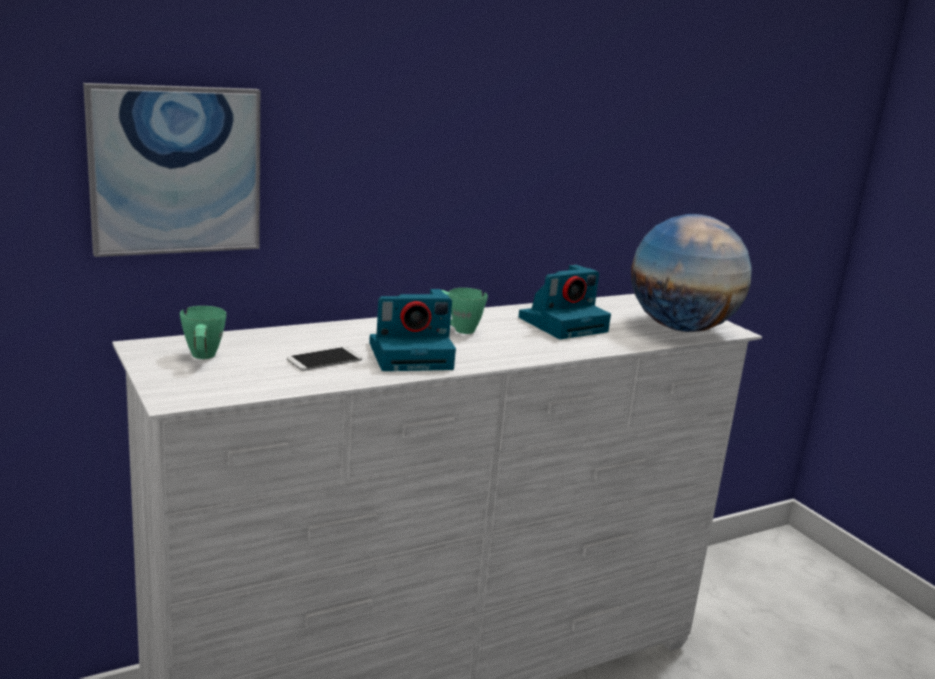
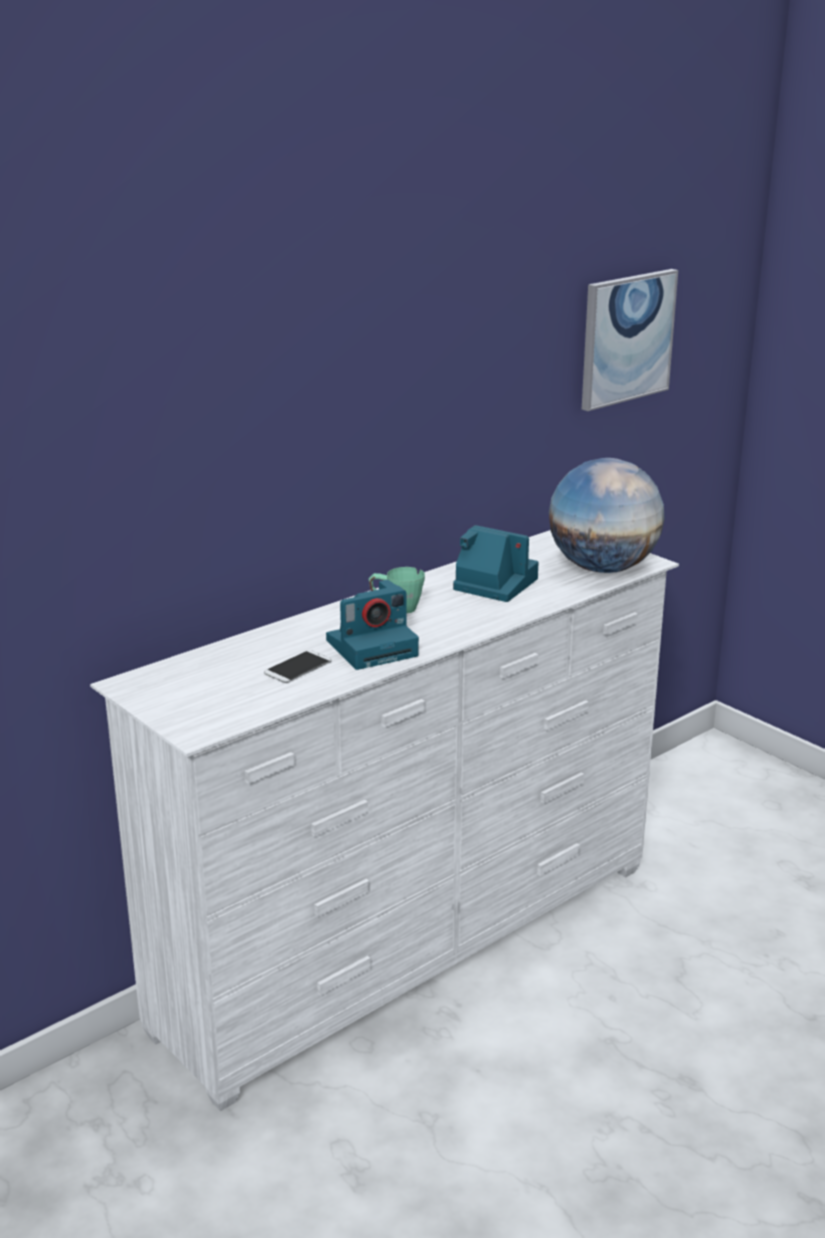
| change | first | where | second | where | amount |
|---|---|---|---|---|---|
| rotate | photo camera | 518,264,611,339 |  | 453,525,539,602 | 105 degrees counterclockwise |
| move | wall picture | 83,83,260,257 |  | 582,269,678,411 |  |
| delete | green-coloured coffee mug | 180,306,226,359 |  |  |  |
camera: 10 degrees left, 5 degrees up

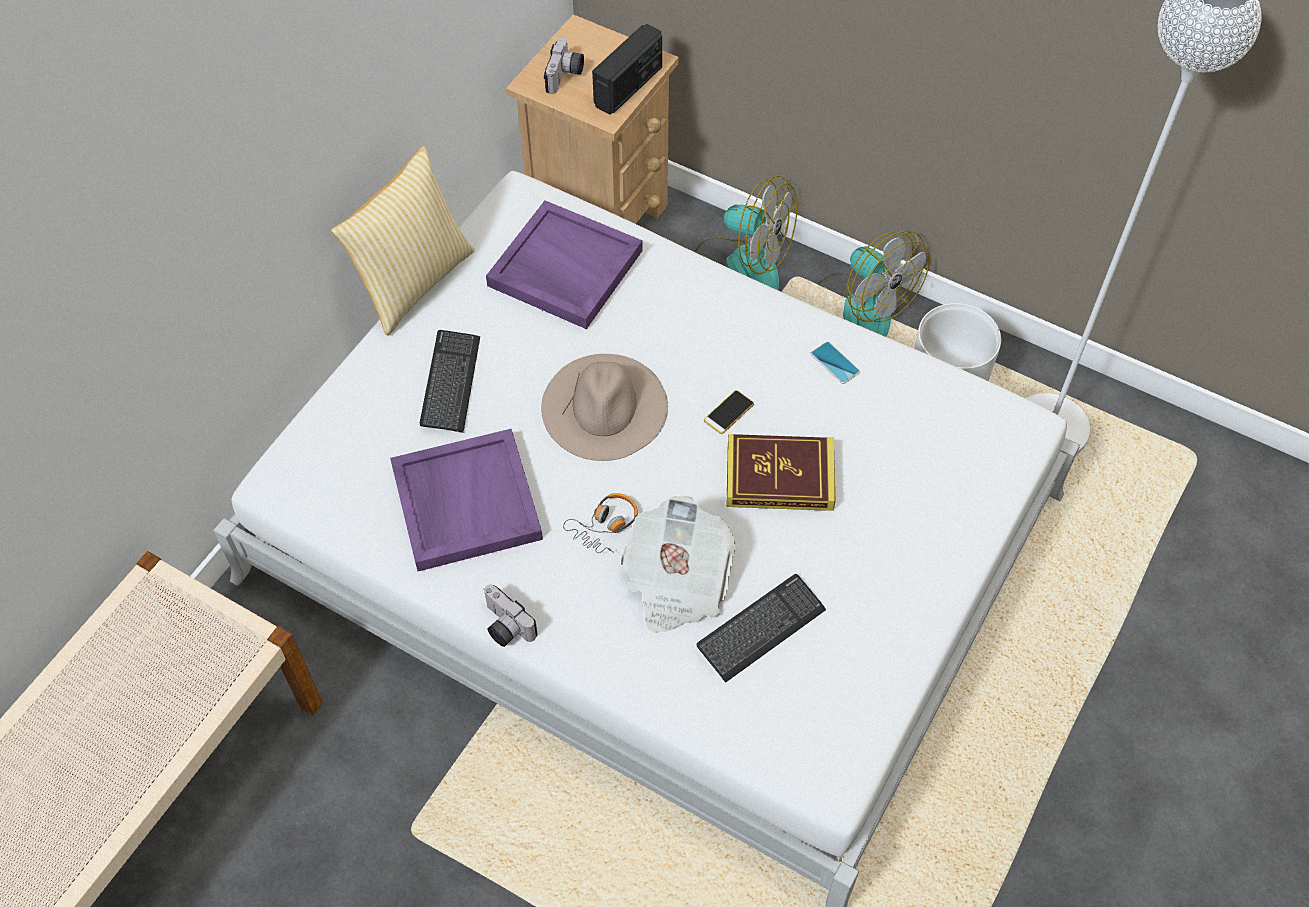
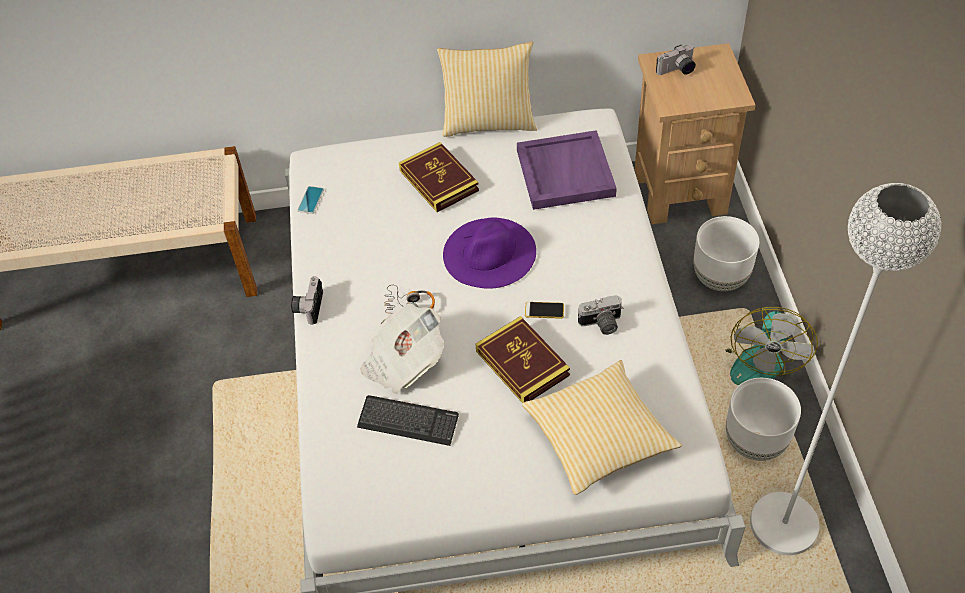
| change | first | where | second | where | amount |
|---|---|---|---|---|---|
| move | telephone | 811,342,860,384 |  | 297,186,324,214 |  |
| replace | computer keyboard | 420,330,480,433 | volume | 399,142,479,212 |  |
| recolor | sand-coloured wearable hat | 541,354,668,461 | purple-coloured wearable hat | 443,218,536,289 |  |
| insert |  |  | throw pillow | 522,360,682,495 |  |
| insert |  |  | photo camera | 578,295,623,335 |  |
| replace | fan | 694,175,797,290 | white plant pot | 694,216,759,291 |  |
| delete | purple-coloured tray | 390,429,543,571 |  |  |  |
| delete | radio receiver | 592,24,662,115 |  |  |  |
camera: 55 degrees right, 5 degrees down

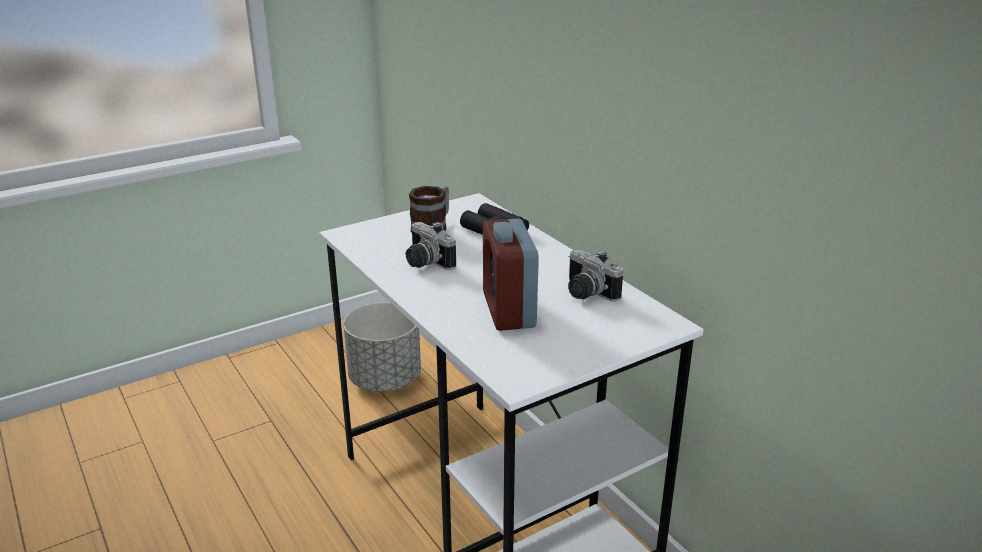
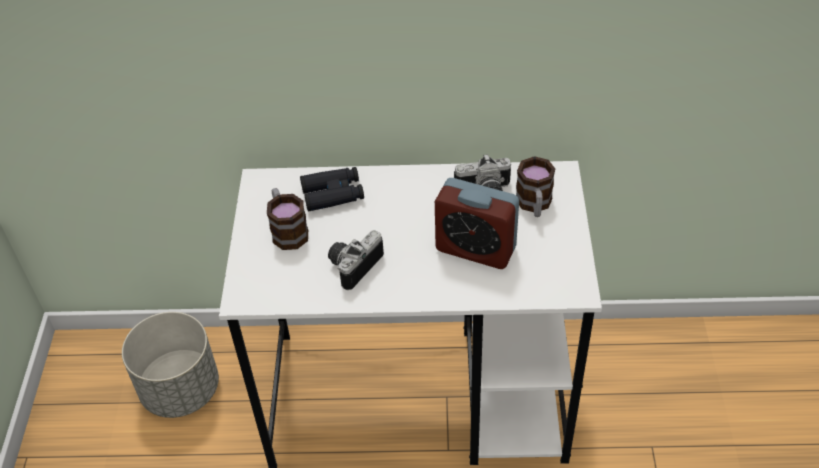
| change | first | where | second | where | amount |
|---|---|---|---|---|---|
| rotate | photo camera | 406,222,456,270 |  | 328,230,384,290 | 135 degrees clockwise |
| insert |  |  | coffee mug | 516,156,555,217 |  |
camera: 55 degrees left, 20 degrees up

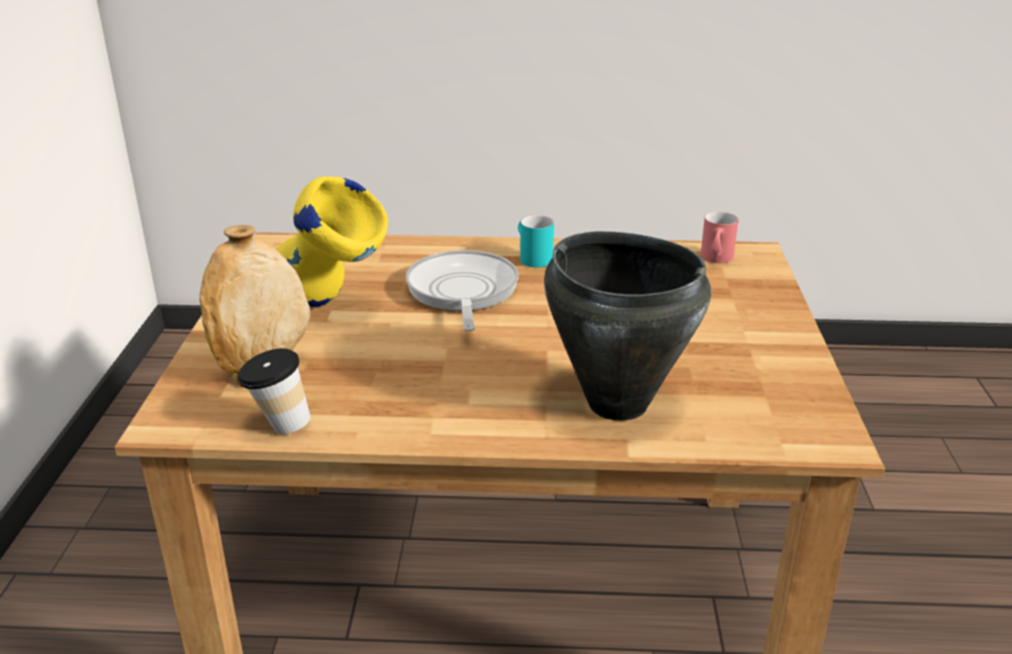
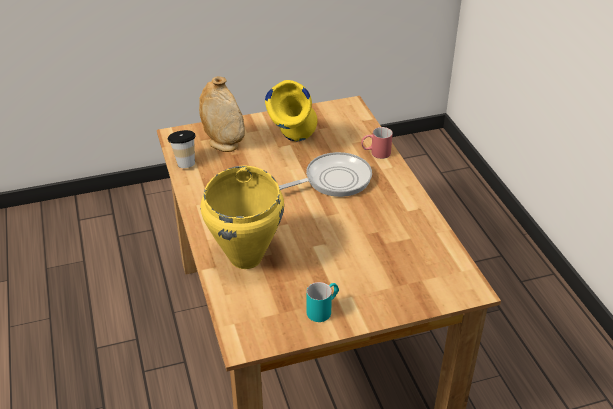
| change | first | where | second | where | amount |
|---|---|---|---|---|---|
| recolor | blackish saucepot | 544,231,711,421 | yellowish saucepot | 201,166,284,269 |  |
| move | turquoise-coloured coffee mug | 518,215,554,268 |  | 307,282,339,322 |  |
| move | red coffee mug | 701,212,739,263 |  | 361,127,393,159 |  |
camera: 70 degrees right, 10 degrees up

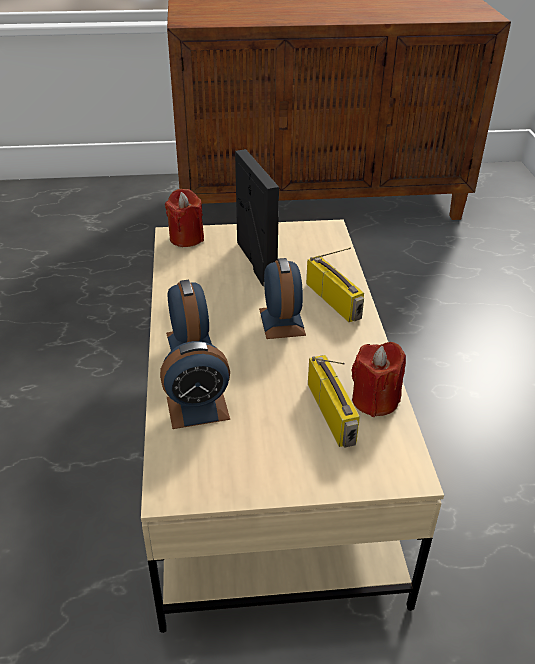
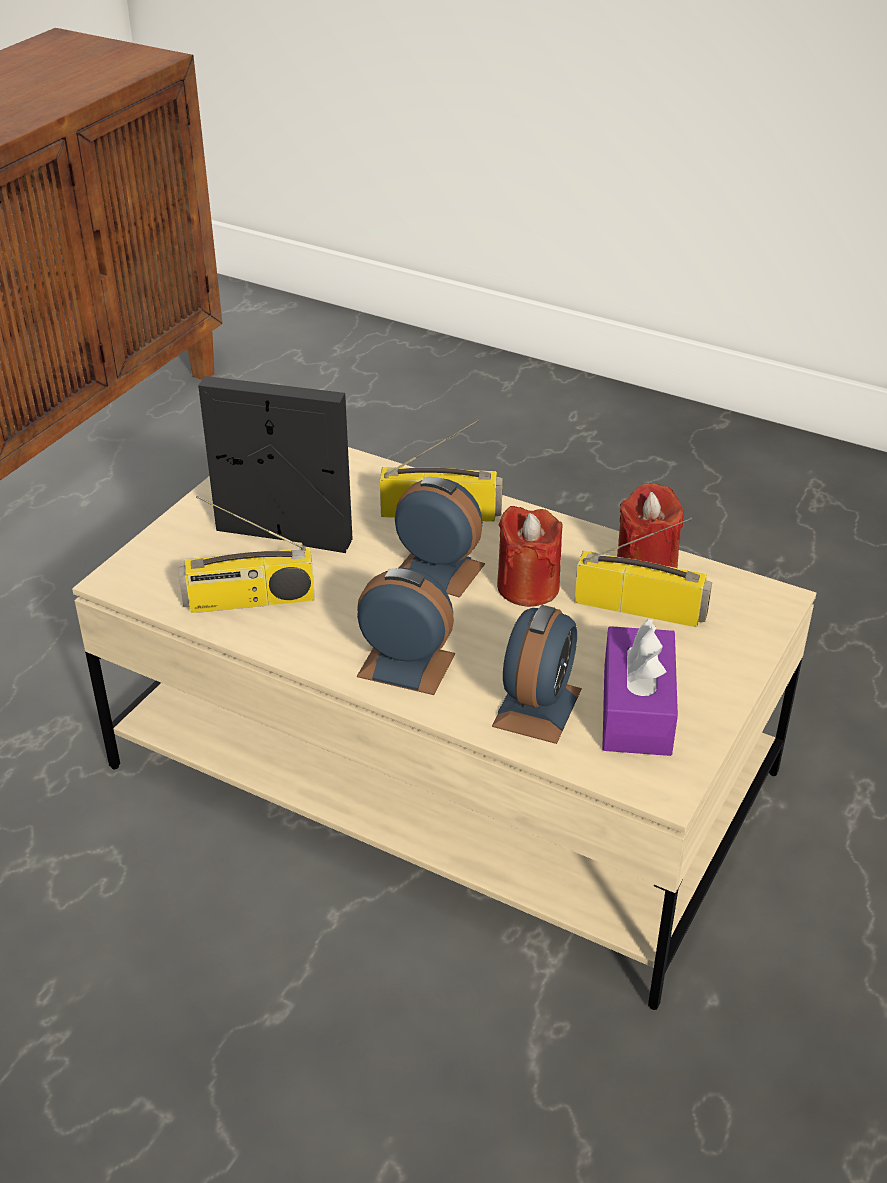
| change | first | where | second | where | amount |
|---|---|---|---|---|---|
| insert |  |  | radio receiver | 179,496,315,613 |  |
| move | red wax candle | 165,189,204,247 |  | 497,506,563,607 |  |
| insert |  |  | purple-coloured tissue box | 602,619,678,756 |  |
camera: 55 degrees left, 0 degrees up

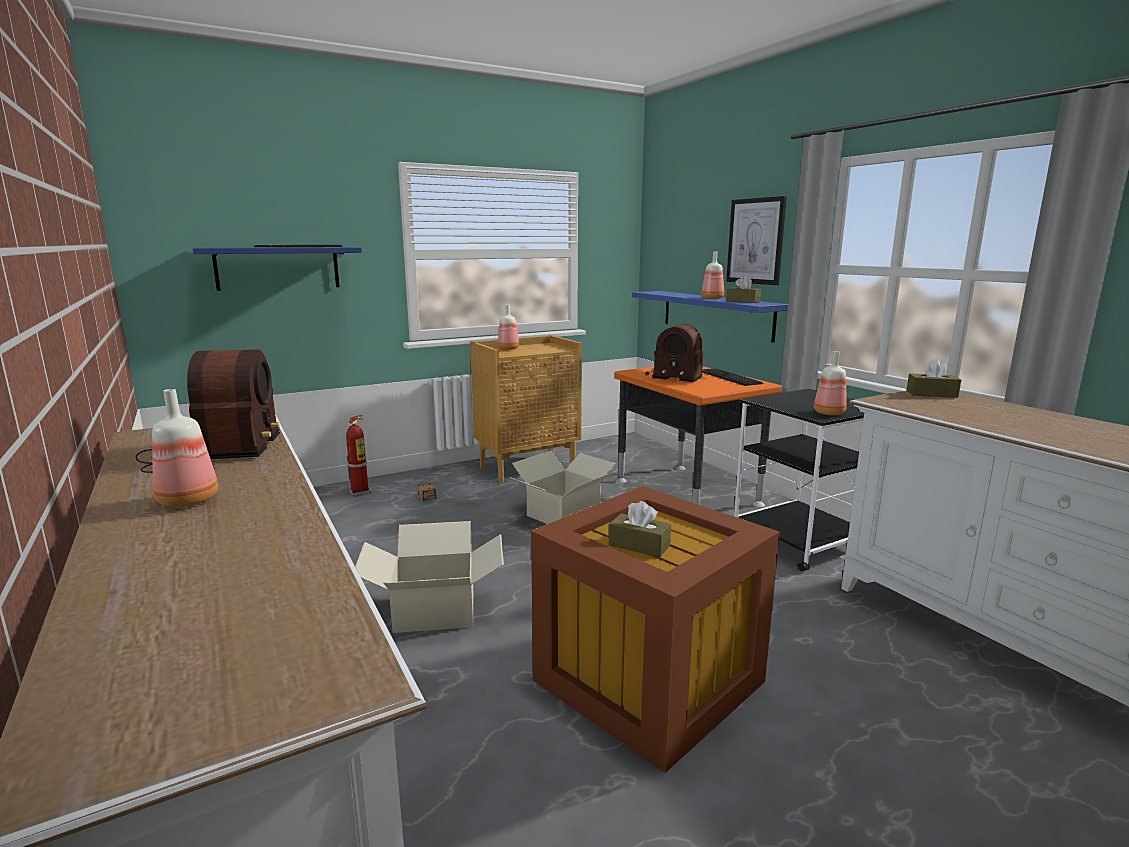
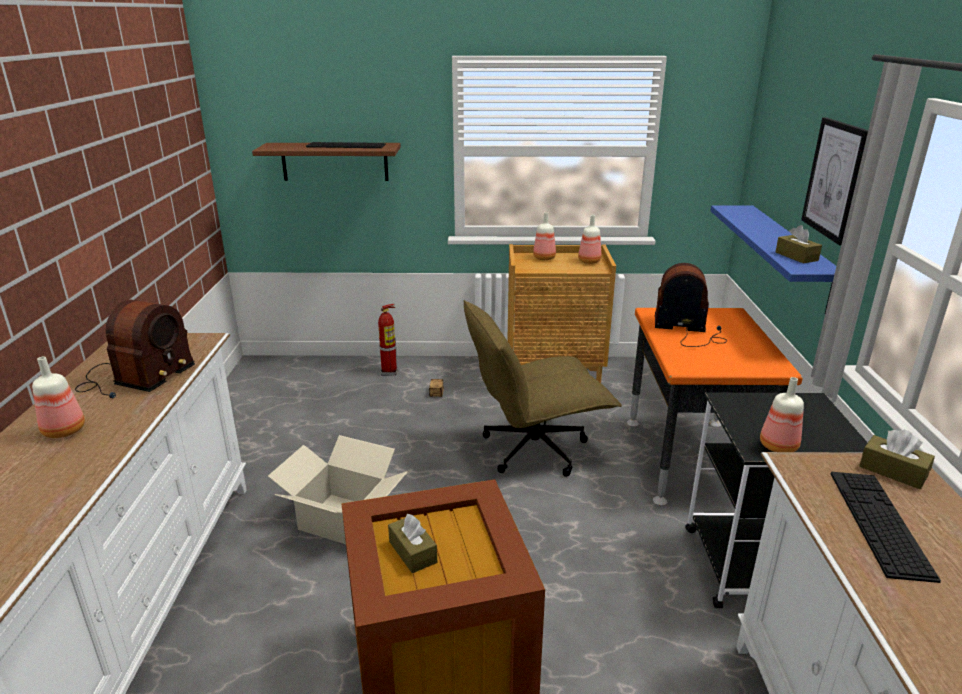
| change | first | where | second | where | amount |
|---|---|---|---|---|---|
| recolor | blue shelf | 192,247,362,291 | brown-coloured shelf | 252,143,401,181 |  |
| replace | cardboard box | 509,451,617,524 | sand-coloured computer chair | 463,300,622,477 |  |
| move | beverage bottle | 701,252,724,299 |  | 578,215,601,264 |  |
| rotate | radio receiver | 645,324,704,382 |  | 655,263,727,347 | 135 degrees clockwise |
| move | computer keyboard | 702,368,763,386 |  | 831,472,941,583 |  |
camera: 30 degrees right, 10 degrees up

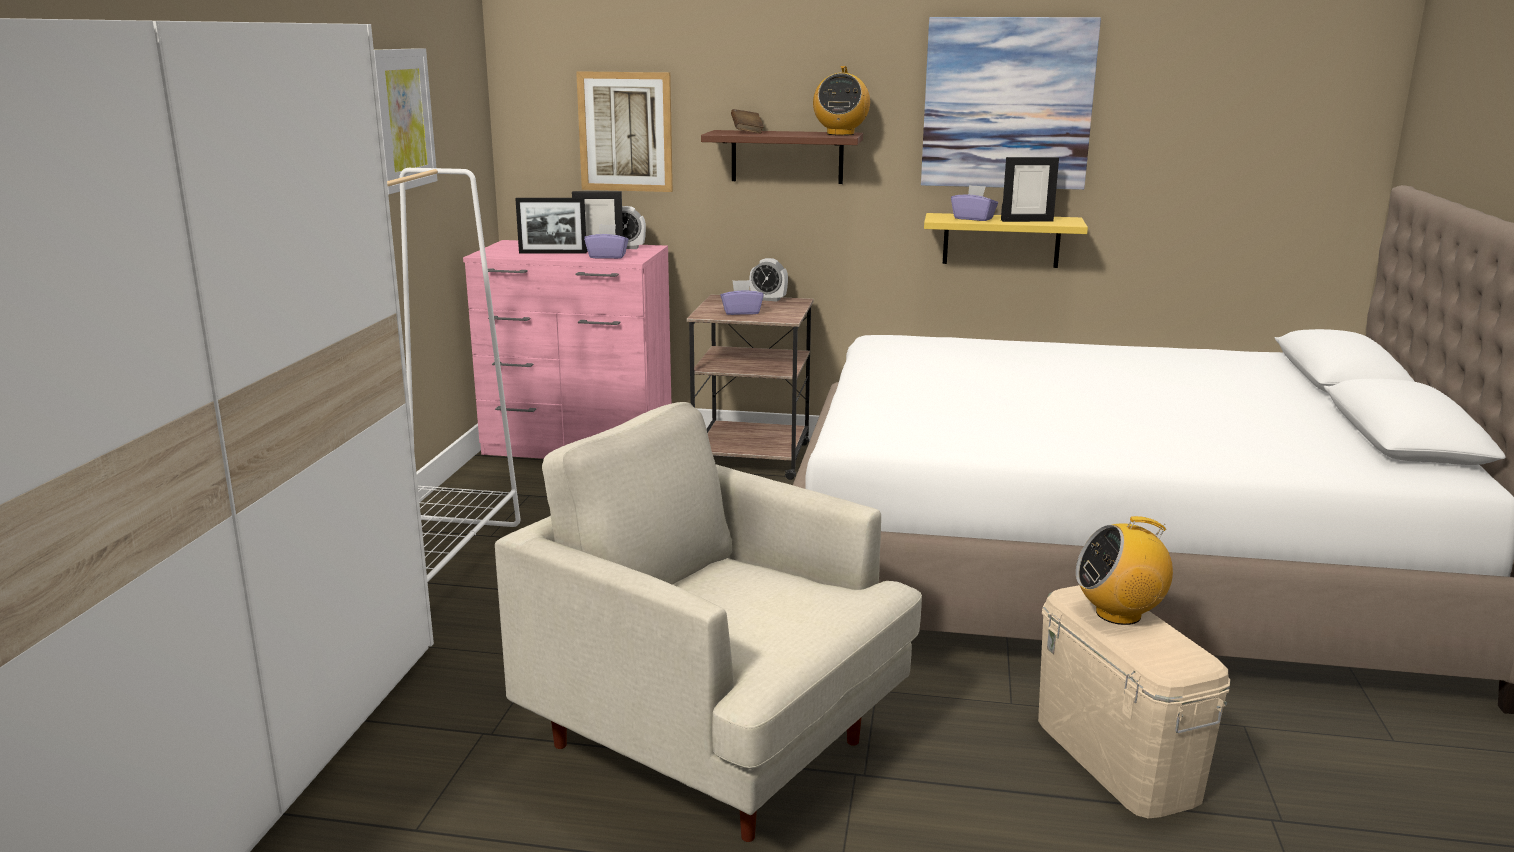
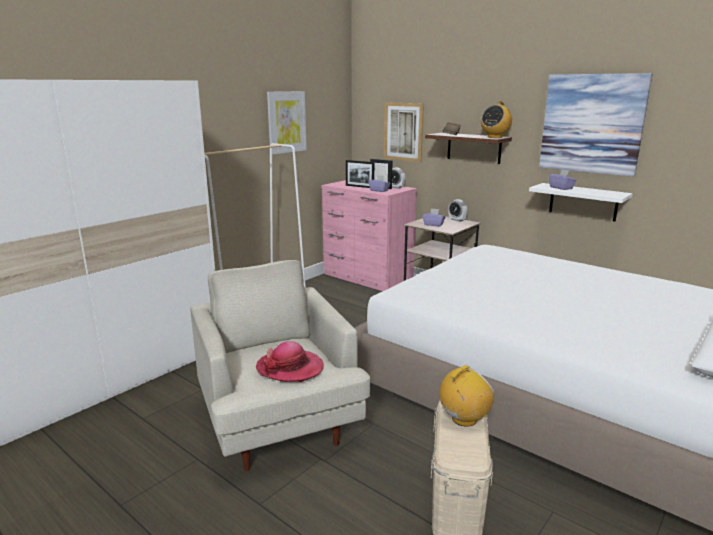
| change | first | where | second | where | amount |
|---|---|---|---|---|---|
| insert |  |  | wearable hat | 256,341,324,382 |  |
| rotate | radio receiver | 1076,516,1173,625 |  | 439,365,494,427 | 120 degrees clockwise |
| recolor | yellowish shelf | 924,213,1088,268 | white shelf | 529,183,633,221 |  |
| delete | picture frame | 1001,157,1059,222 |  |  |  |
camera: 30 degrees right, 0 degrees up

